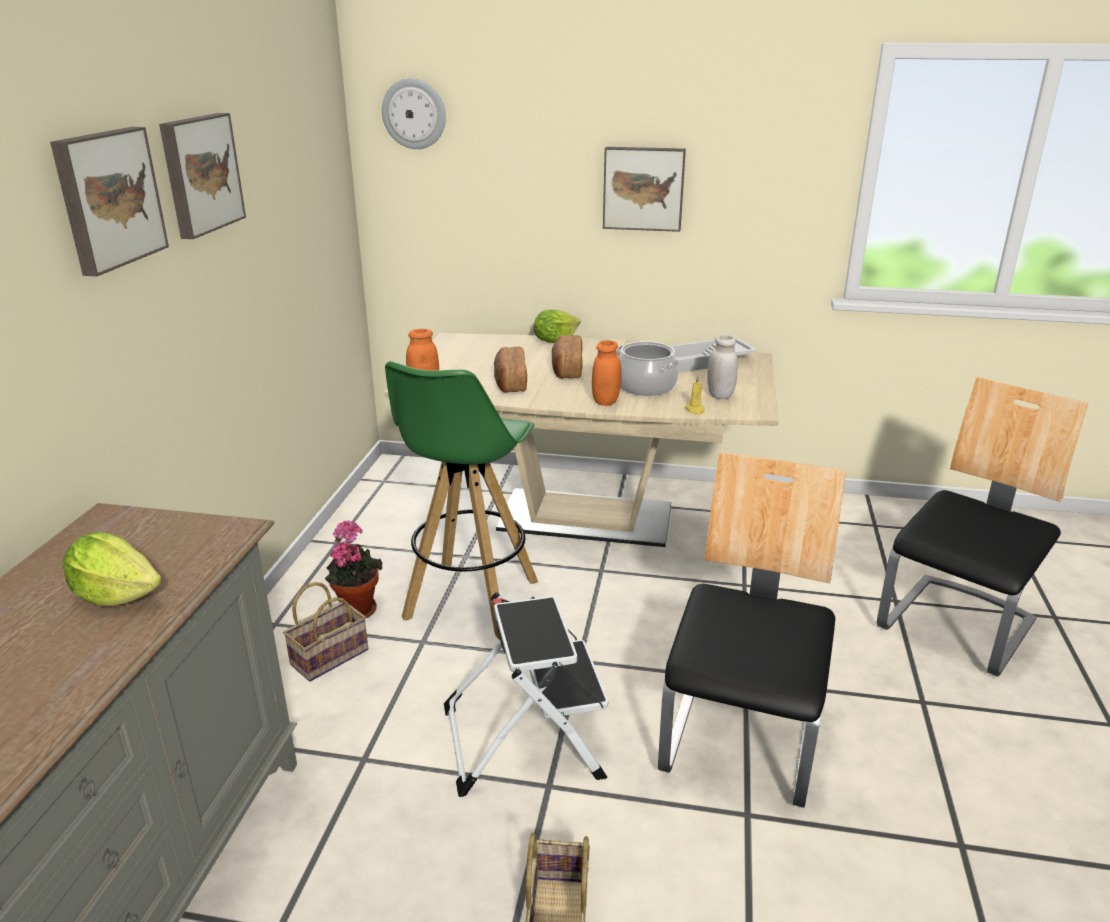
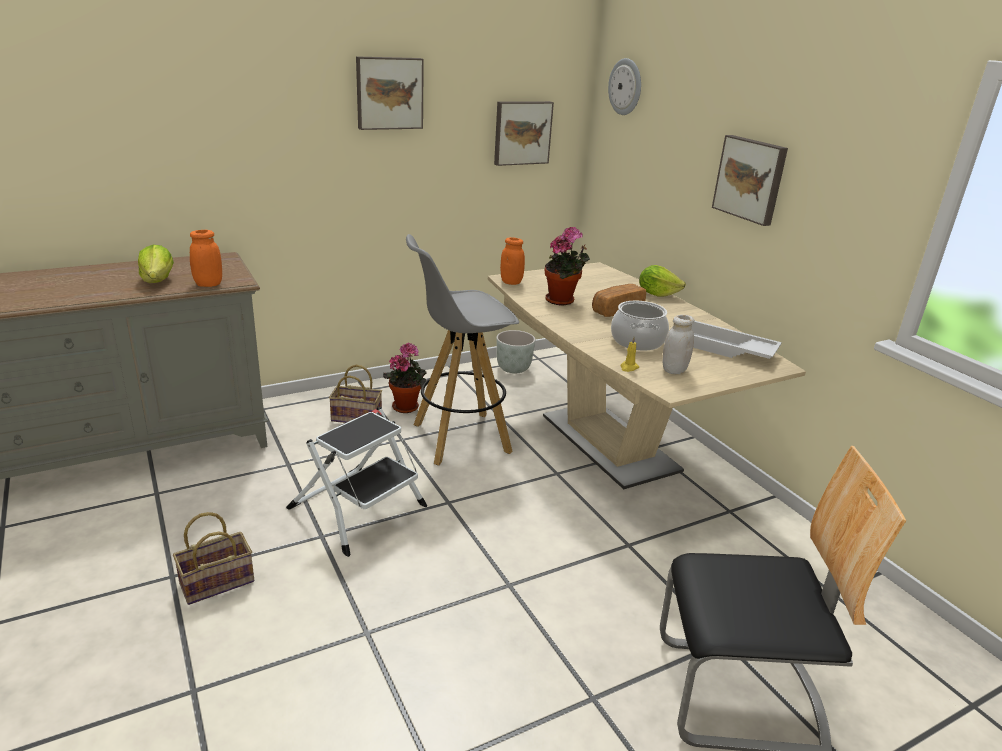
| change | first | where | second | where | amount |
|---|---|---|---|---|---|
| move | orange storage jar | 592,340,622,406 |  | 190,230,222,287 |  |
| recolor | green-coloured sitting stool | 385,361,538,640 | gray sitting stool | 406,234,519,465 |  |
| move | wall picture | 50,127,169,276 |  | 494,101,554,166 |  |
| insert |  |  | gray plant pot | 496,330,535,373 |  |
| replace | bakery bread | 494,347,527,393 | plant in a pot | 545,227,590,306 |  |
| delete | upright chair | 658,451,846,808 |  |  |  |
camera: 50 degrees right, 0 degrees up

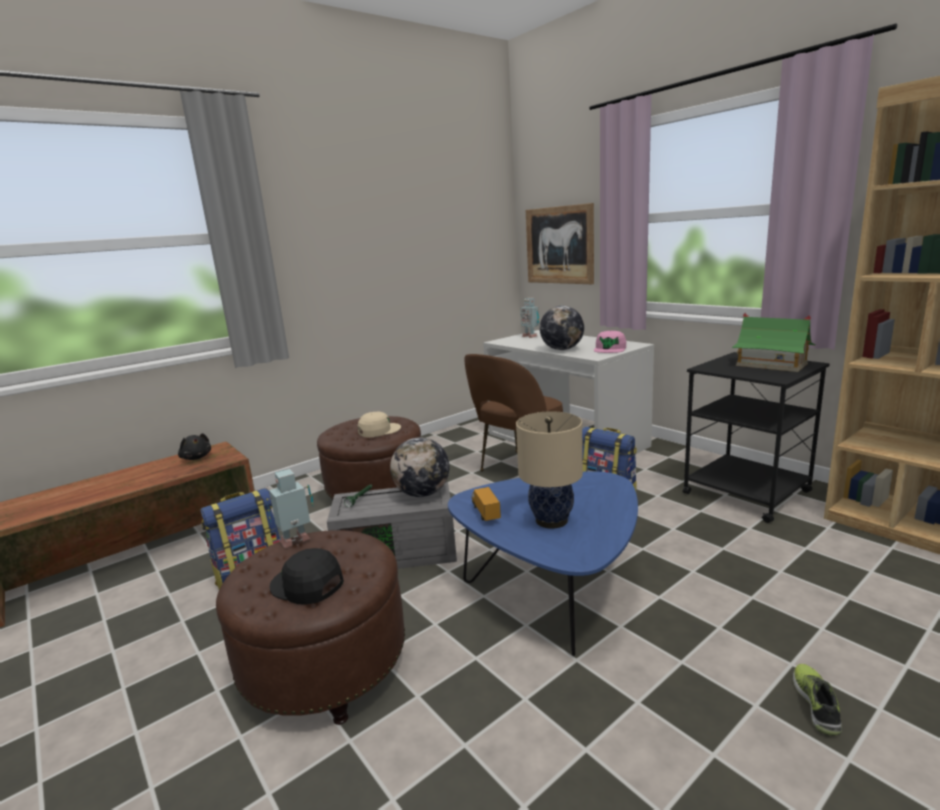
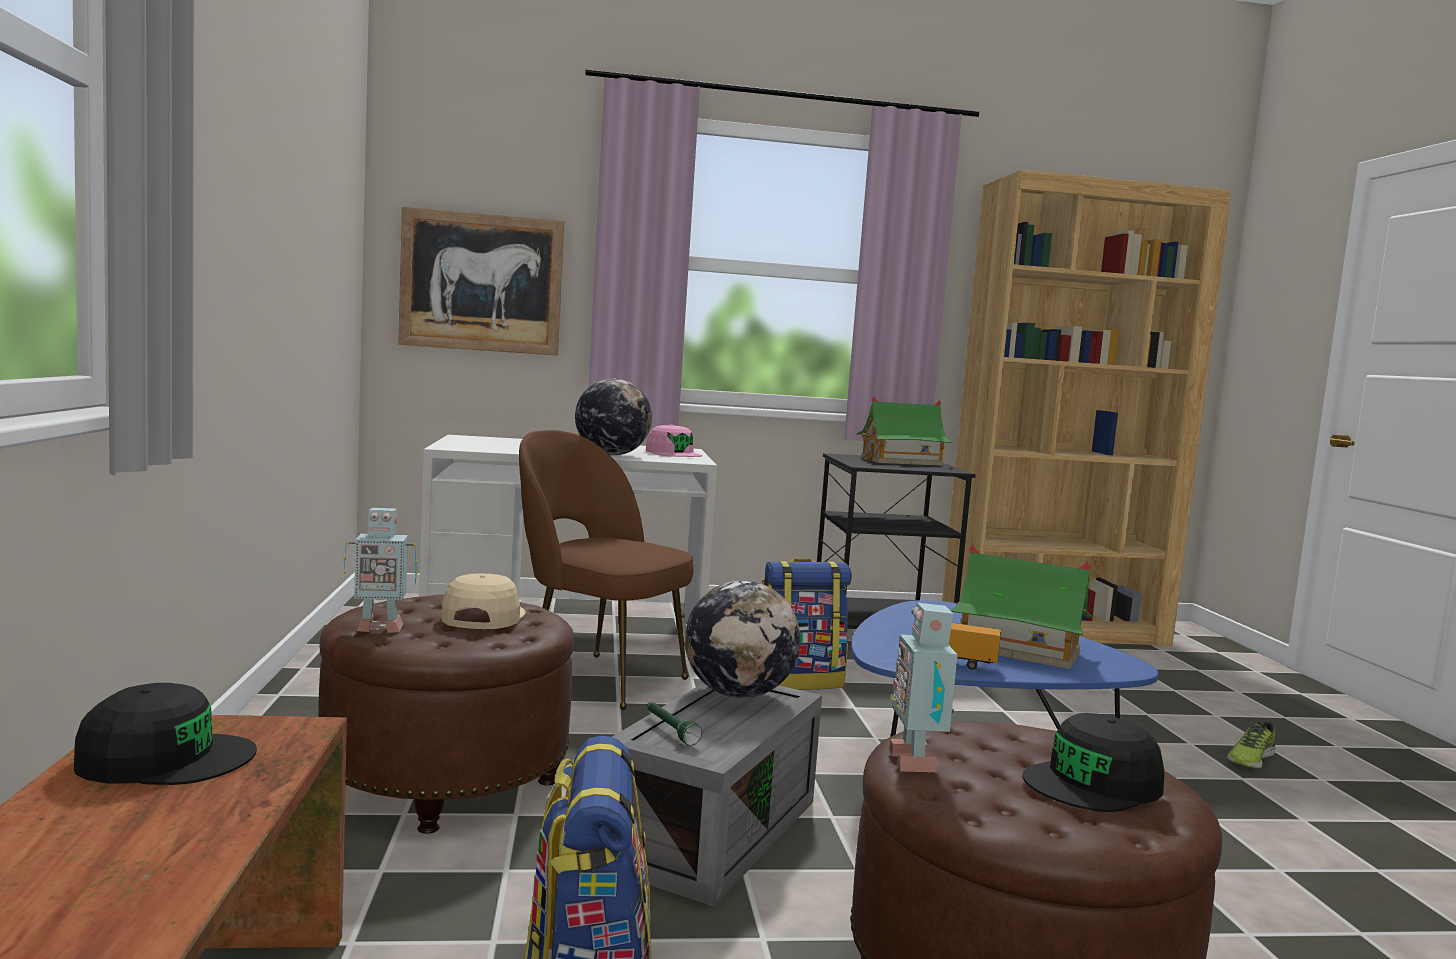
| change | first | where | second | where | amount |
|---|---|---|---|---|---|
| replace | blackish soft toy | 178,433,211,460 | blackish cap | 74,683,257,785 |  |
| move | toy robot | 520,298,539,338 |  | 343,508,417,633 |  |
| rotate | brown-coloured upright chair | 464,354,563,472 |  | 519,430,694,710 | 135 degrees clockwise |
| replace | sand-coloured table lamp | 516,411,583,529 | model house | 951,544,1093,669 |  |
| rotate | low shoe | 793,664,842,736 |  | 1227,722,1276,768 | 90 degrees counterclockwise |
camera: 60 degrees left, 10 degrees down

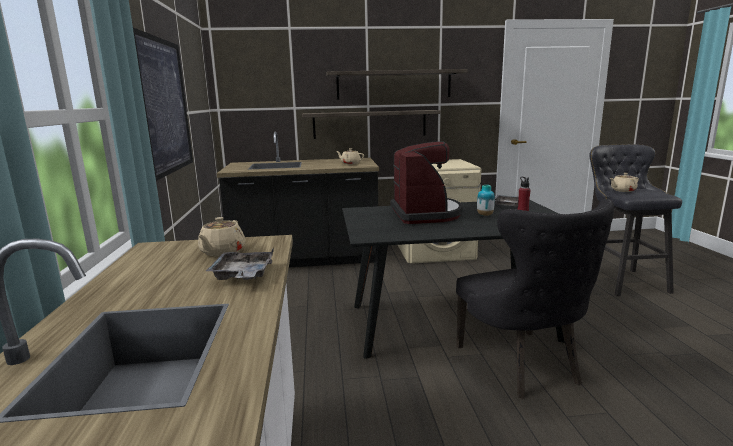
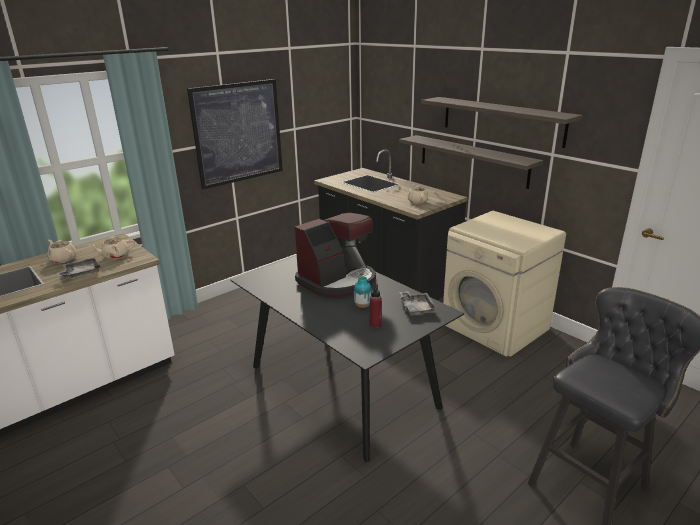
| change | first | where | second | where | amount |
|---|---|---|---|---|---|
| move | sand-coloured pot for tea | 610,173,639,192 |  | 47,240,77,263 |  |
| delete | blackish upright chair | 456,199,614,398 |  |  |  |
camera: 55 degrees right, 10 degrees up

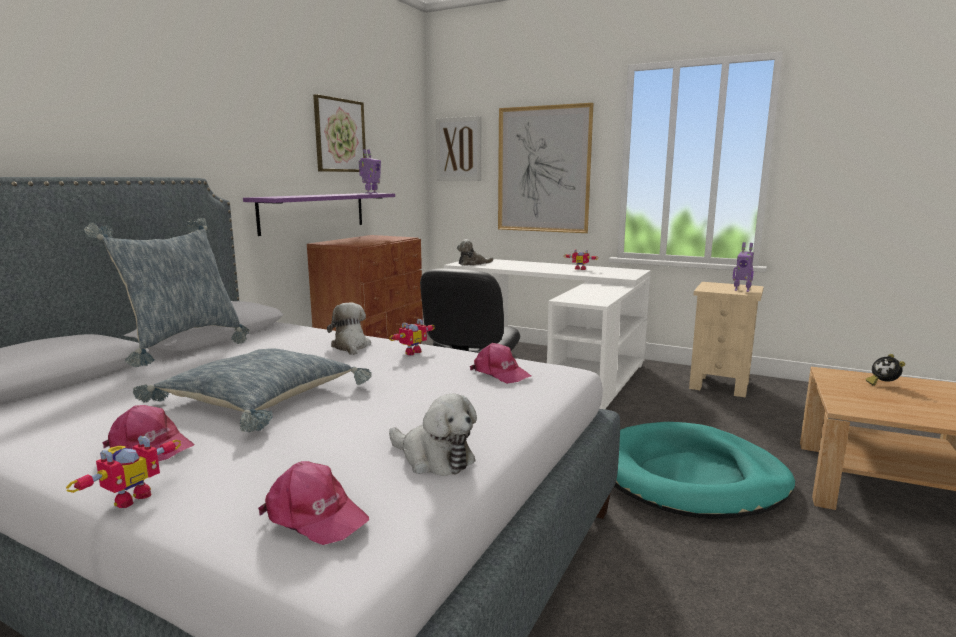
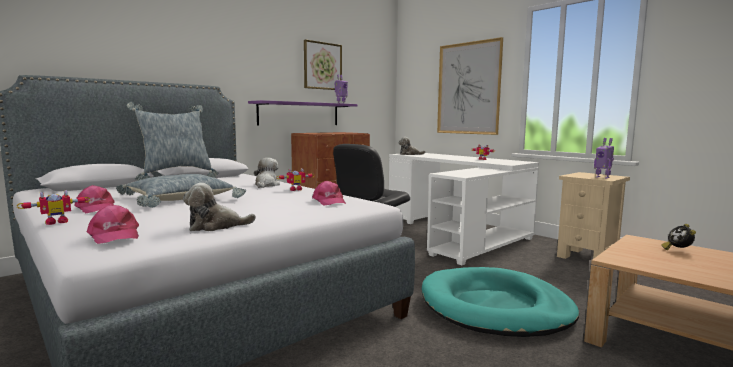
| change | first | where | second | where | amount |
|---|---|---|---|---|---|
| rotate | soft toy | 389,393,477,476 |  | 183,183,256,231 | 105 degrees clockwise |
| delete | wall picture | 436,116,481,181 |  |  |  |
camera: 20 degrees right, 5 degrees down

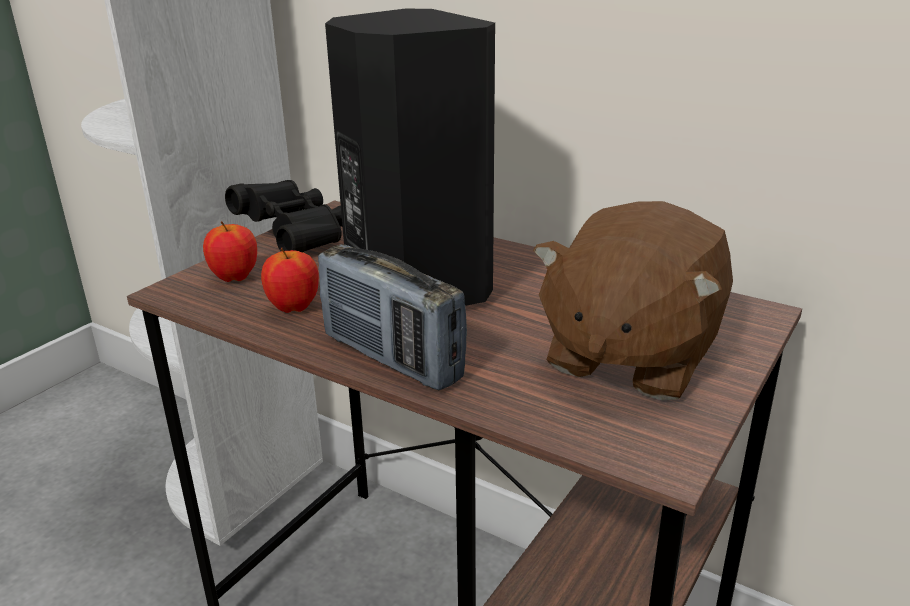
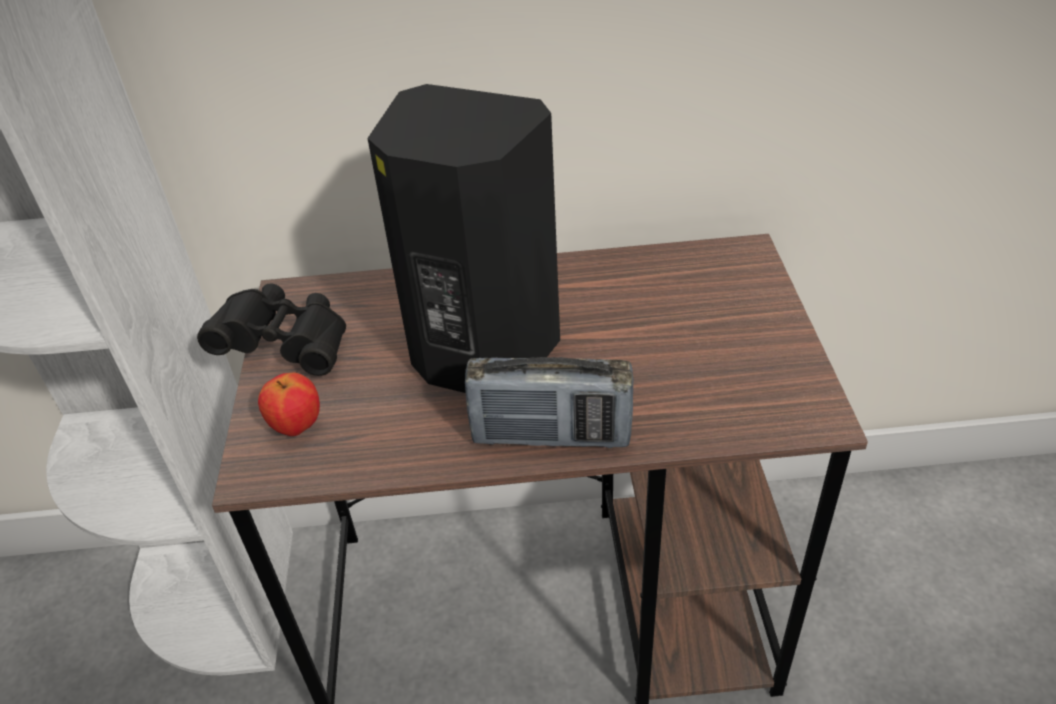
| change | first | where | second | where | amount |
|---|---|---|---|---|---|
| delete | apple fruit | 261,248,319,313 |  |  |  |
| delete | brown-coloured soft toy | 533,201,733,400 |  |  |  |
camera: 35 degrees left, 15 degrees up

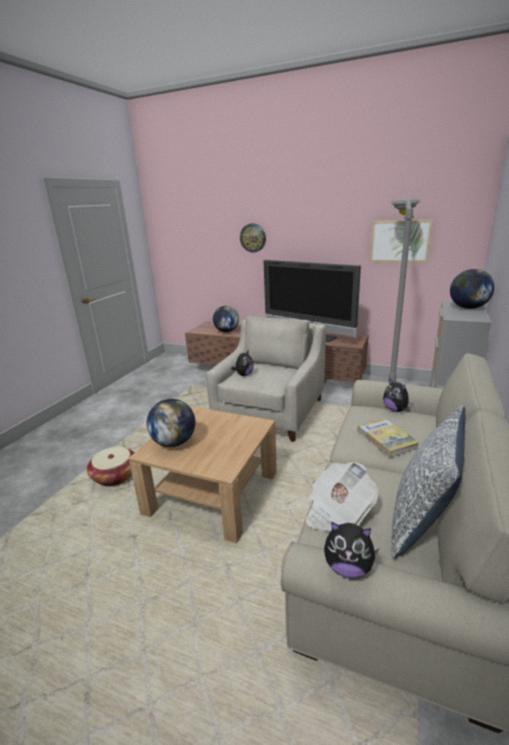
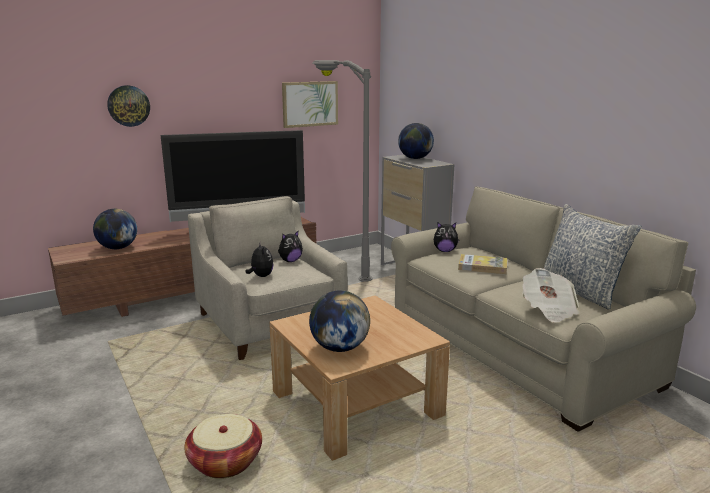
| change | first | where | second | where | amount |
|---|---|---|---|---|---|
| move | soft toy | 324,521,379,578 |  | 278,231,303,262 |  |
camera: 55 degrees left, 5 degrees down

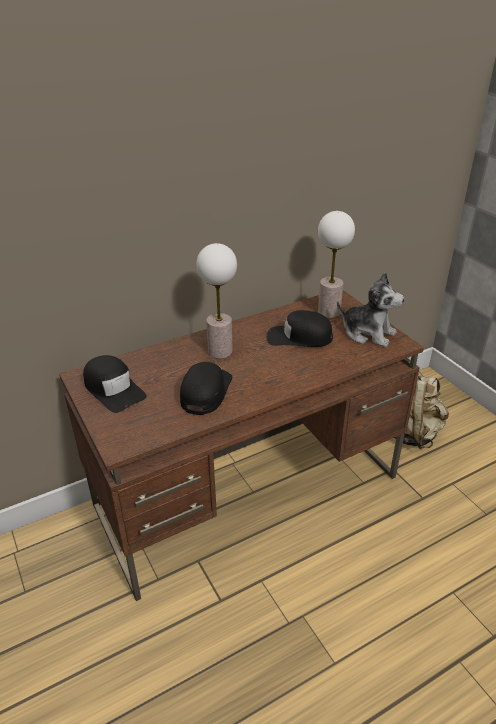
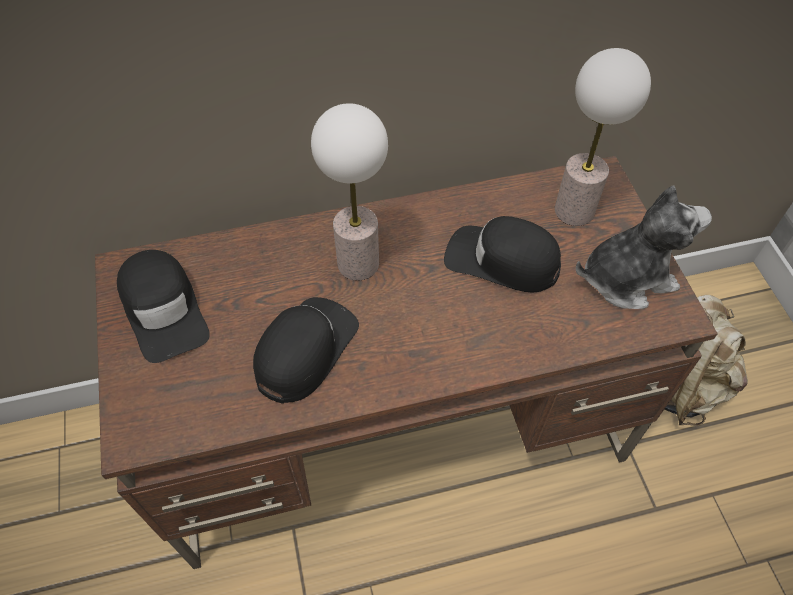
| change | first | where | second | where | amount |
|---|---|---|---|---|---|
| rotate | soft toy | 337,272,404,347 |  | 576,186,712,309 | 60 degrees counterclockwise |
camera: 15 degrees right, 20 degrees up

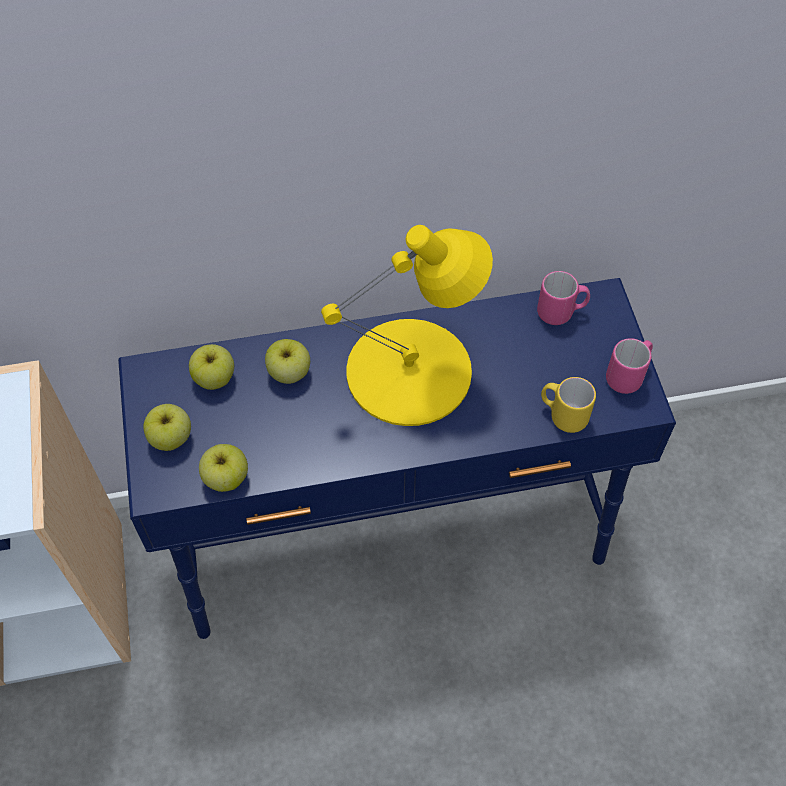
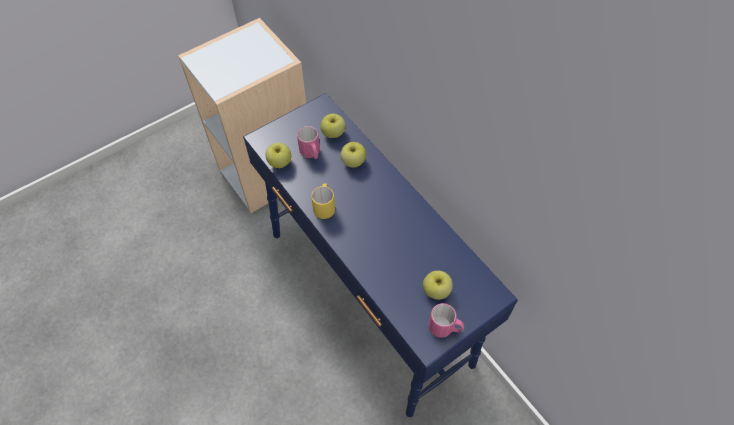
| change | first | where | second | where | amount |
|---|---|---|---|---|---|
| move | pinkish coffee mug | 537,271,590,325 |  | 297,126,320,159 |  |
| move | yellowish coffee mug | 541,377,596,433 |  | 311,183,335,219 |  |
| move | apple fruit | 143,404,191,451 |  | 423,271,453,300 |  |
| delete | yellowish table lamp | 321,225,493,426 |  |  |  |
camera: 65 degrees right, 0 degrees up

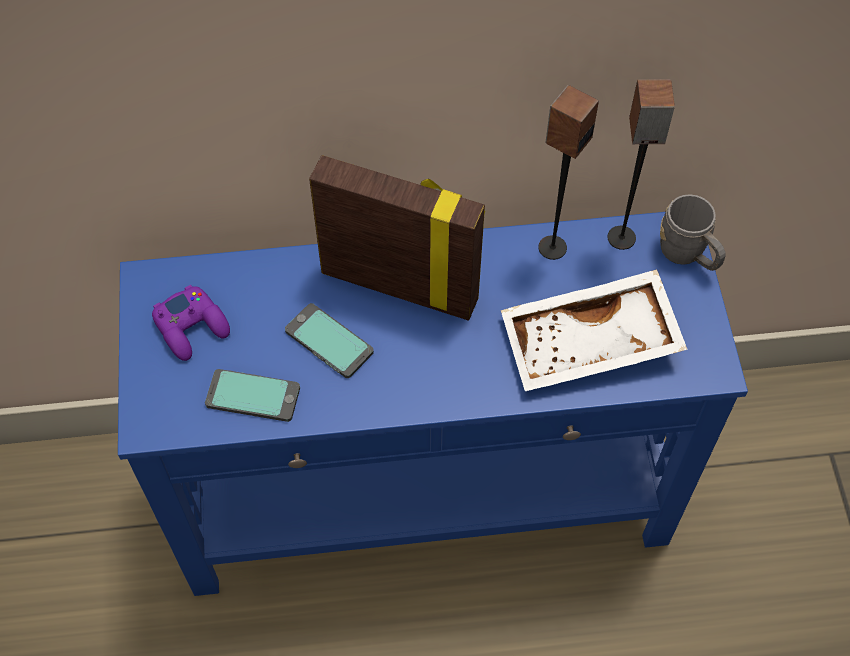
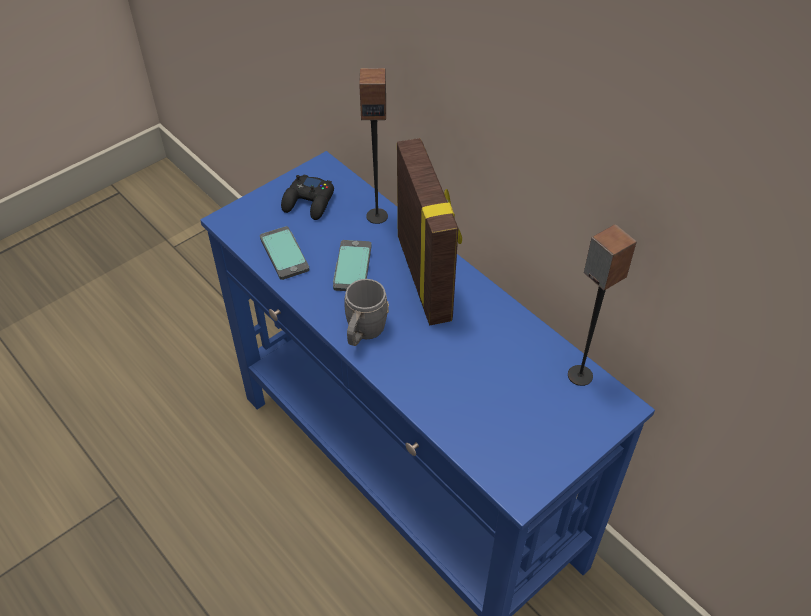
| change | first | where | second | where | amount |
|---|---|---|---|---|---|
| recolor | purple-coloured gamepad | 152,285,230,361 | blackish gamepad | 281,174,334,220 |  |
| move | gray coffee mug | 660,194,726,271 |  | 344,279,389,346 |  |
| move | speaker | 538,85,599,260 |  | 359,68,388,224 |  |
| delete | white tray | 501,269,688,391 |  |  |  |
camera: 55 degrees right, 10 degrees down

